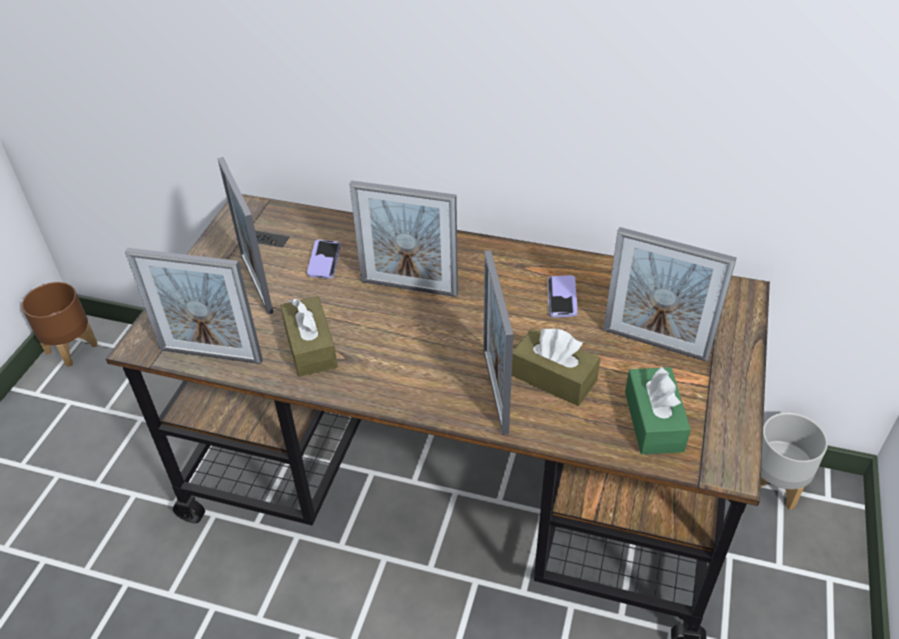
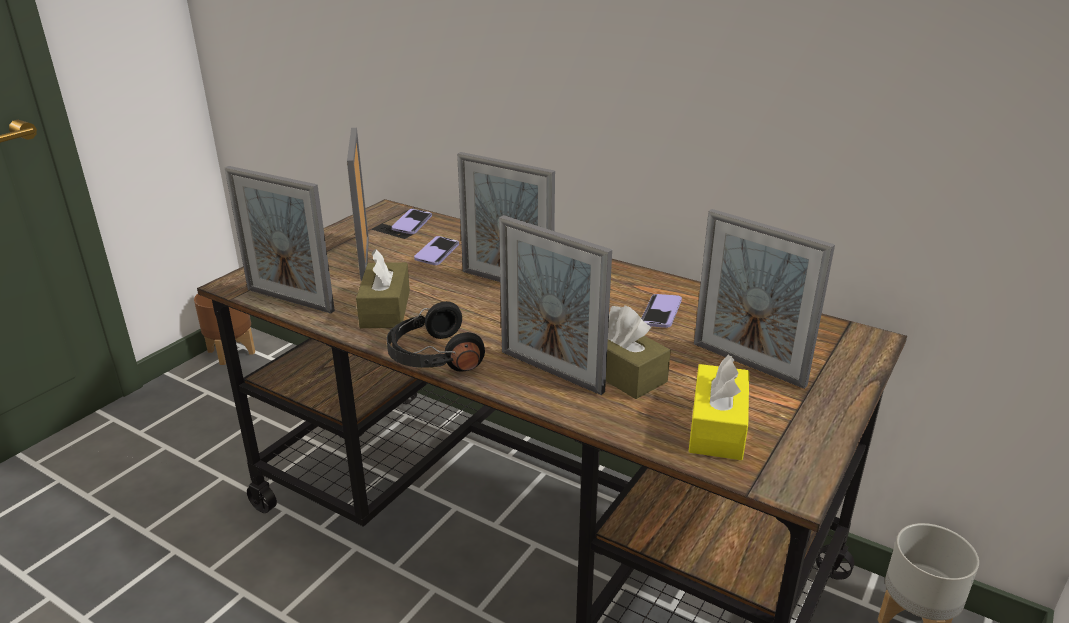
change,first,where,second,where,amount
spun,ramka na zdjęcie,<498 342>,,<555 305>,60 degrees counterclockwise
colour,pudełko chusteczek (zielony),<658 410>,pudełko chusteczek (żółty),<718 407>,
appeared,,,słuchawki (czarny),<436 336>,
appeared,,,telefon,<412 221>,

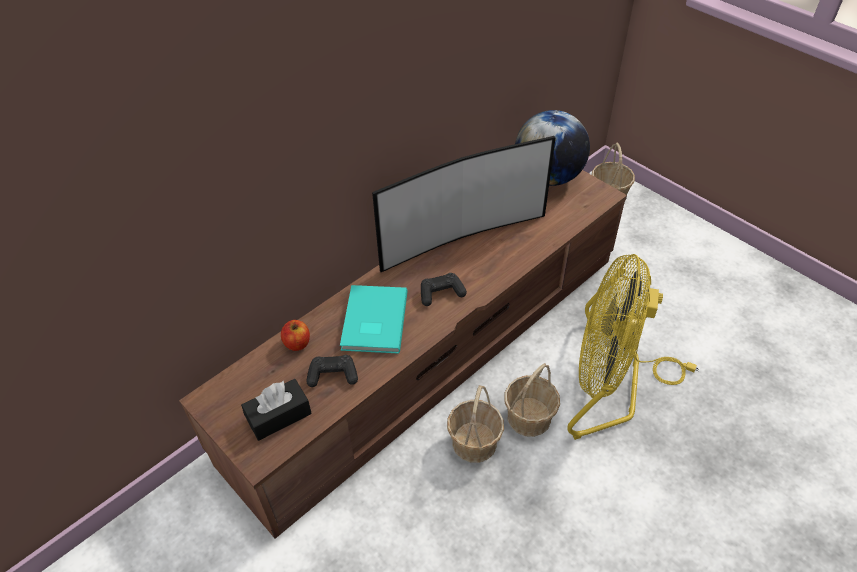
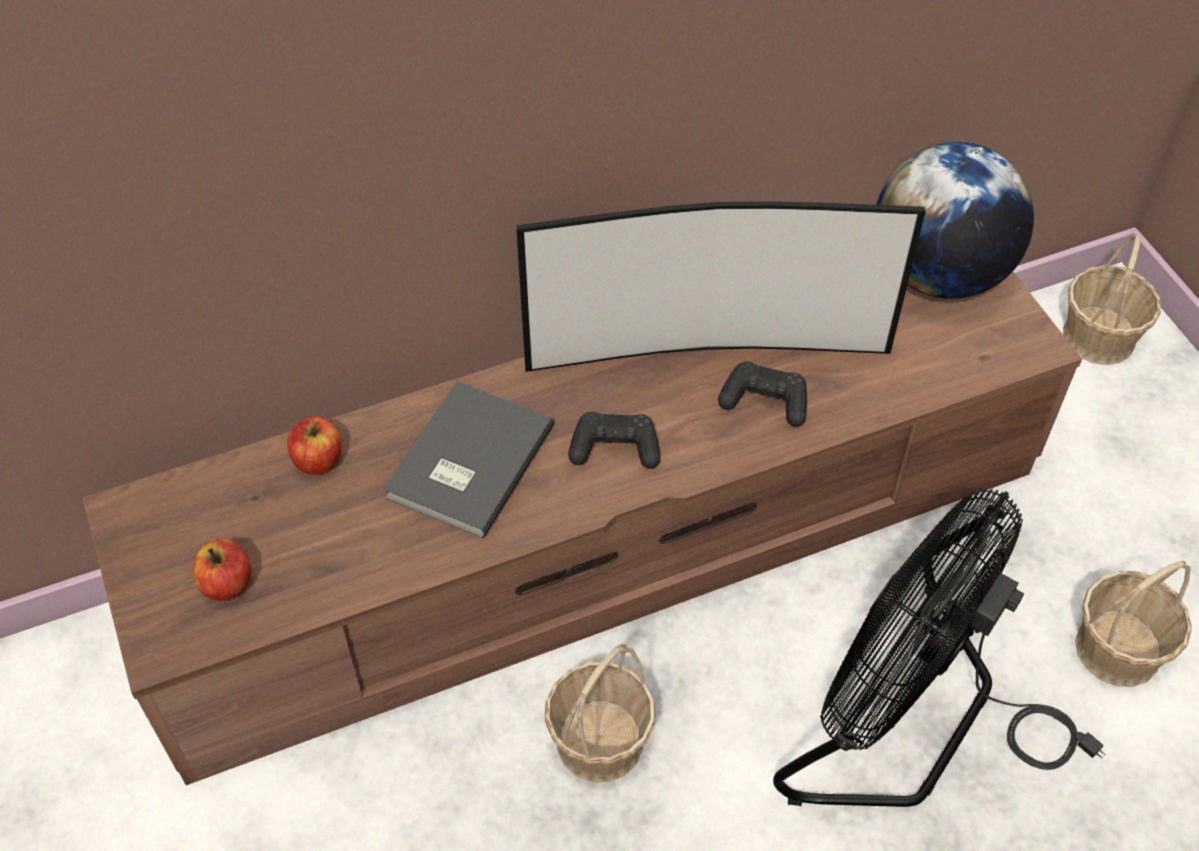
change,first,where,second,where,amount
exchanged,pudełko chusteczek (czarny),<276 410>,jabłko,<222 570>,
relocated,pad do gier (czarny),<332 371>,,<762 394>,
colour,książka (turkusowy),<374 319>,książka (szary),<468 460>,
relocated,koszyk,<532 400>,,<1133 624>,
colour,wentylator (żółty),<633 347>,wentylator (czarny),<939 647>,

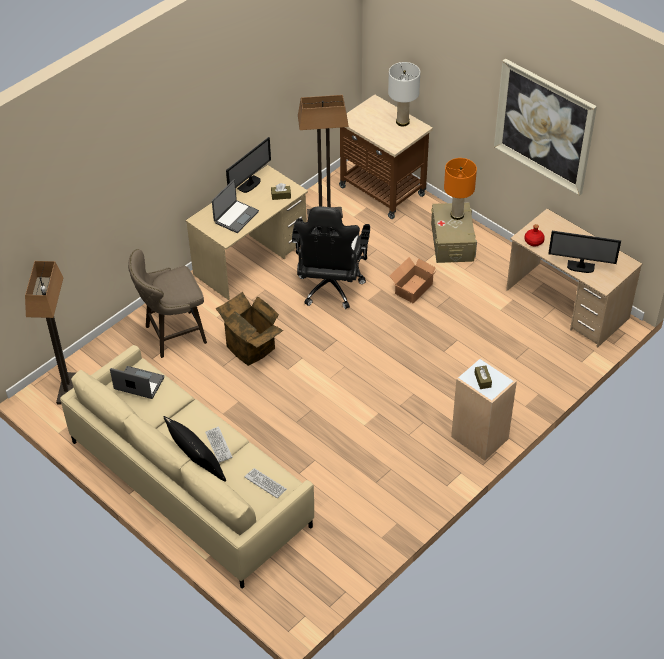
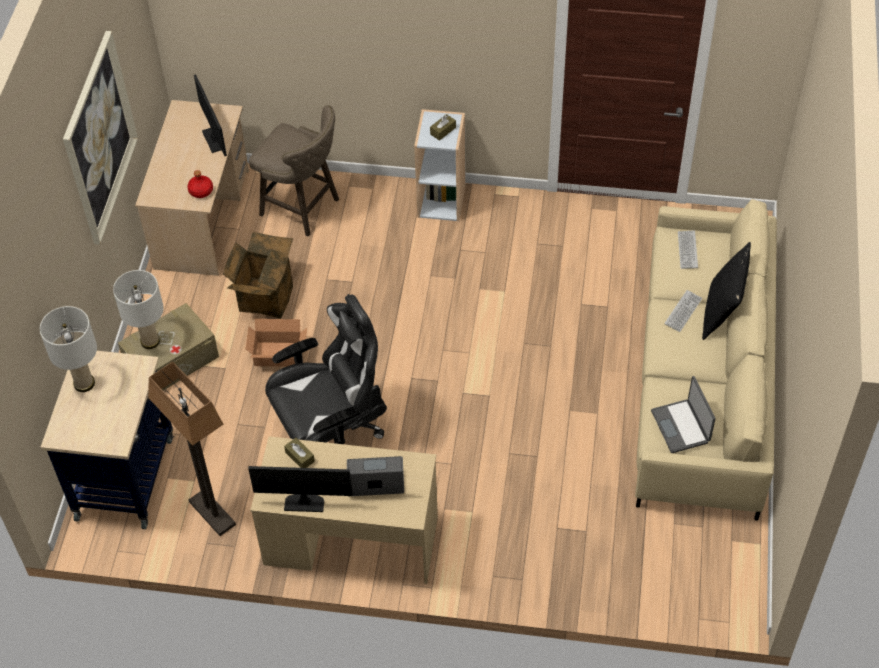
change,first,where,second,where,amount
missing,lampa stojąca,<50 333>,,,
relocated,stołek (beżowy),<167 303>,,<294 171>,
relocated,karton,<249 329>,,<258 275>,
colour,wózek (brązowy),<386 156>,wózek (niebieski),<107 440>,
colour,lampa stołowa (pomarańczowy),<460 189>,lampa stołowa (biały),<138 309>,

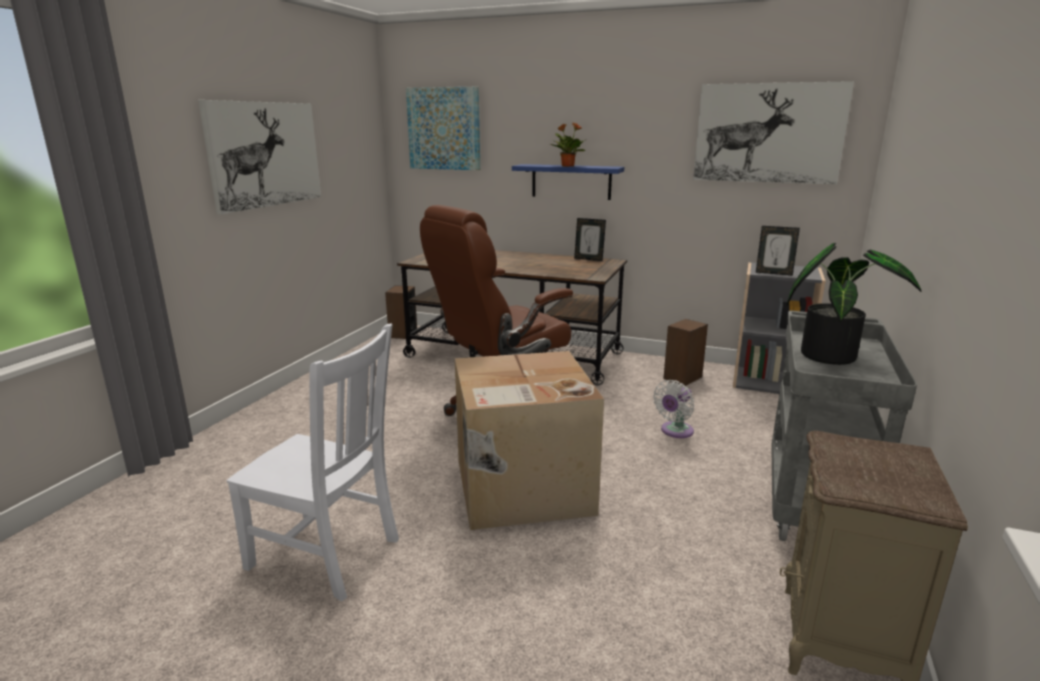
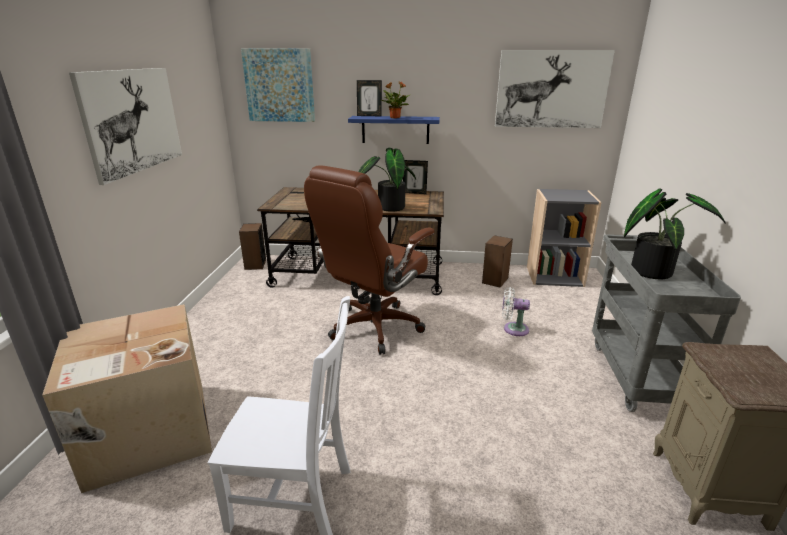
change,first,where,second,where,amount
relocated,karton,<529 440>,,<127 398>,
spun,wentylator (biały),<673 409>,,<516 311>,75 degrees clockwise
relocated,ramka na zdjęcie,<778 251>,,<369 98>,
appeared,,,roślina doniczkowa,<387 180>,

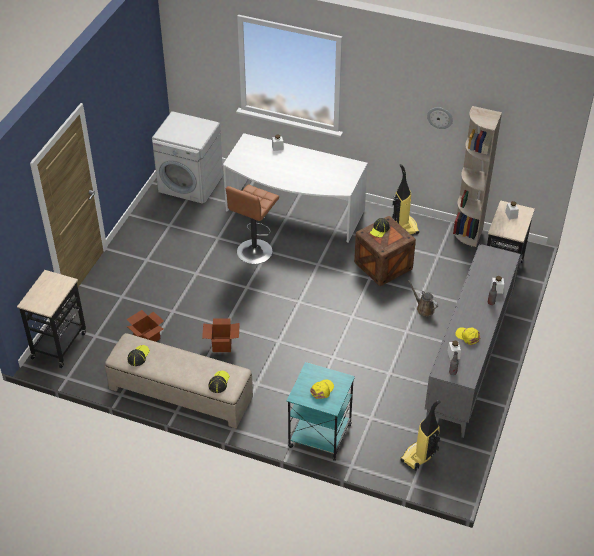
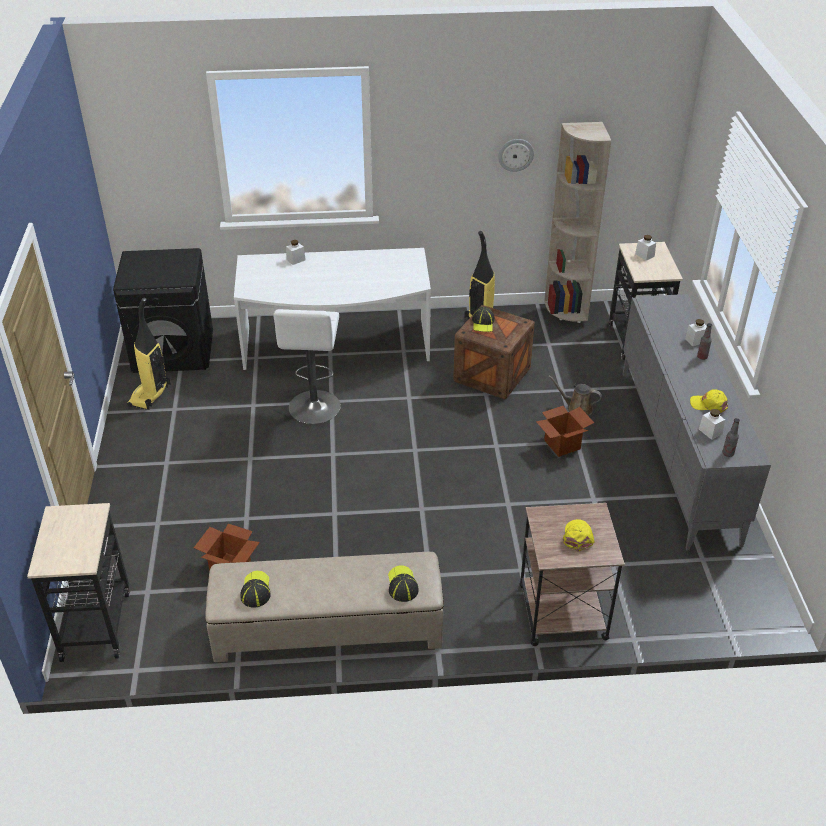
change,first,where,second,where,amount
colour,pralka (biały),<187 157>,pralka (czarny),<163 310>,
relocated,karton,<221 335>,,<565 431>,
colour,stołek (brązowy),<252 224>,stołek (biały),<307 366>,
colour,wózek (turkusowy),<321 411>,wózek (brązowy),<572 574>,
relocated,odkurzacz,<420 435>,,<149 354>,

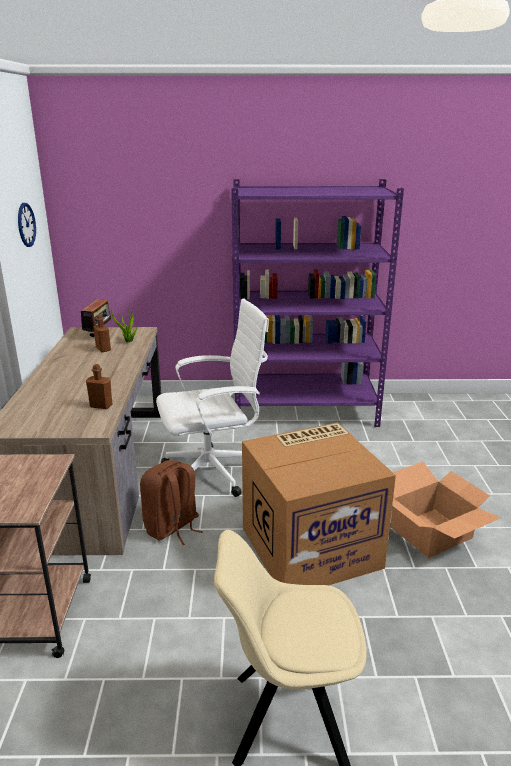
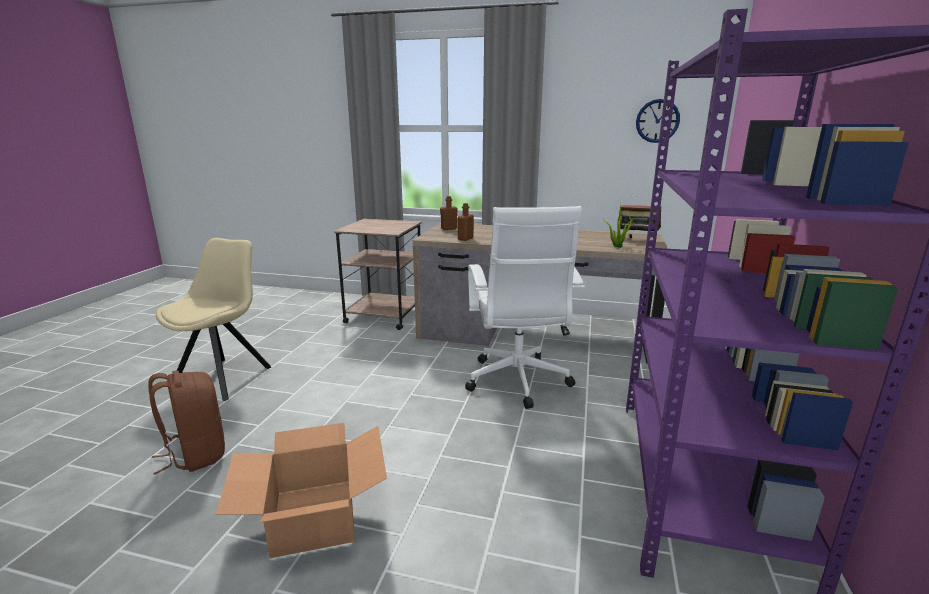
change,first,where,second,where,amount
relocated,butelka (brązowy),<102 333>,,<449 213>,
relocated,plecak (brązowy),<171 502>,,<186 422>,
missing,karton,<319 503>,,,

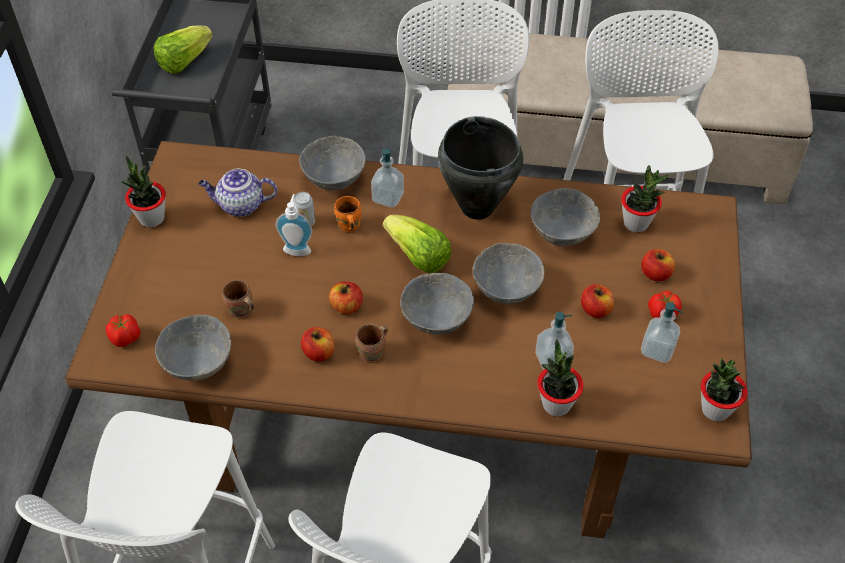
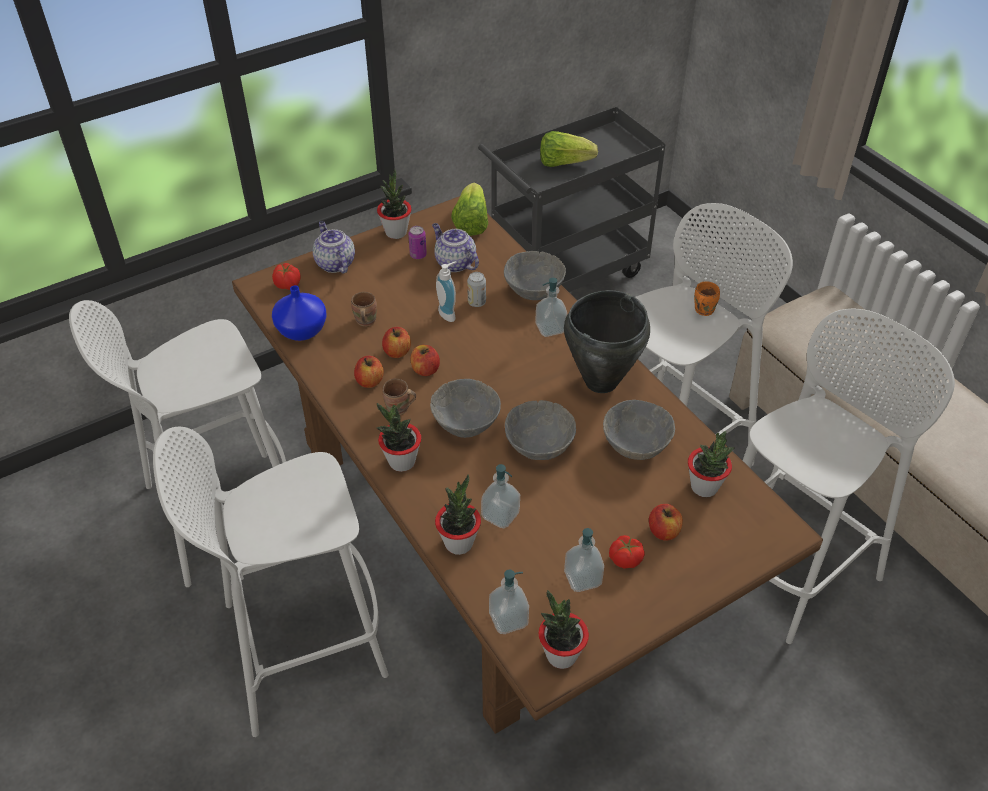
change,first,where,second,where,amount
exchanged,miska (szary),<193 348>,wazon (niebieski),<299 313>,
relocated,kubek (pomarańczowy),<348 214>,,<707 298>,
relocated,sałata,<417 244>,,<469 209>,
relocated,jabłko,<597 301>,,<396 342>,
appeared,,,imbryk,<334 247>,
appeared,,,roślina doniczkowa,<398 437>,
appeared,,,puszka,<417 242>,
appeared,,,dozownik mydła,<509 602>,

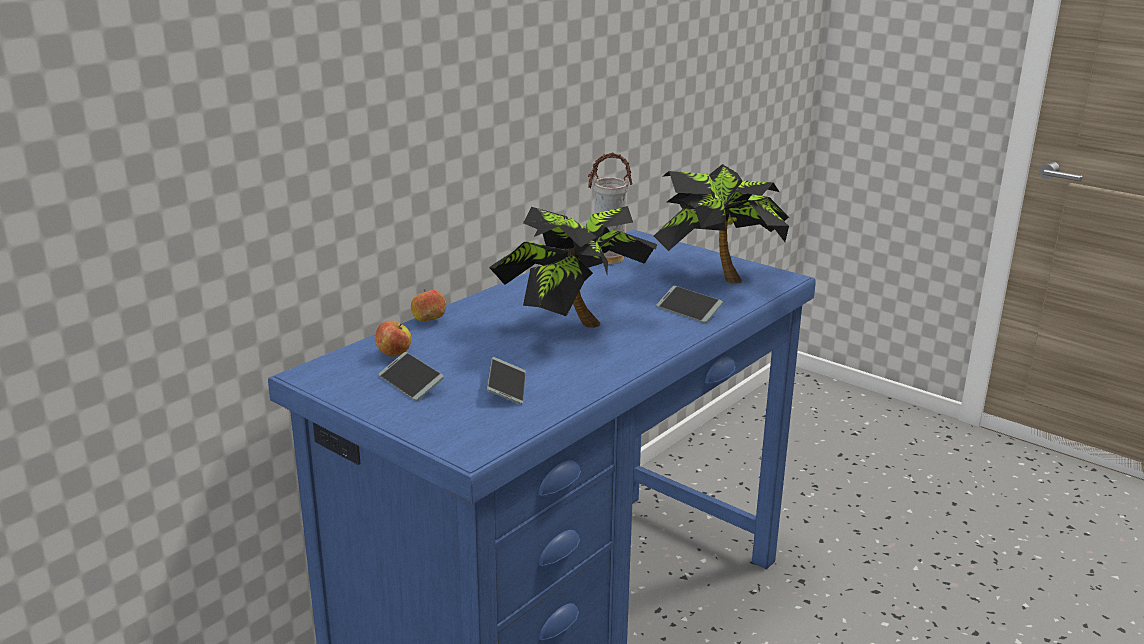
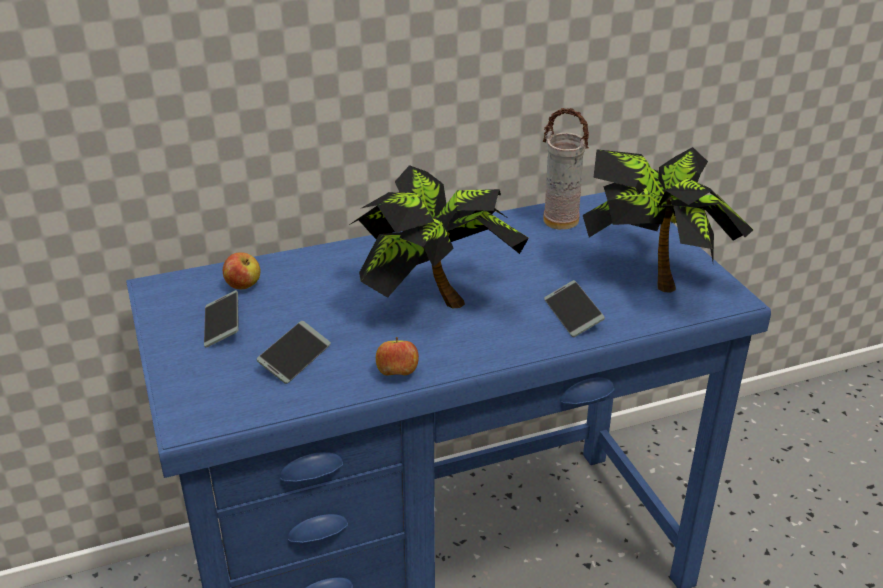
change,first,where,second,where,amount
relocated,jabłko,<428 305>,,<397 356>,

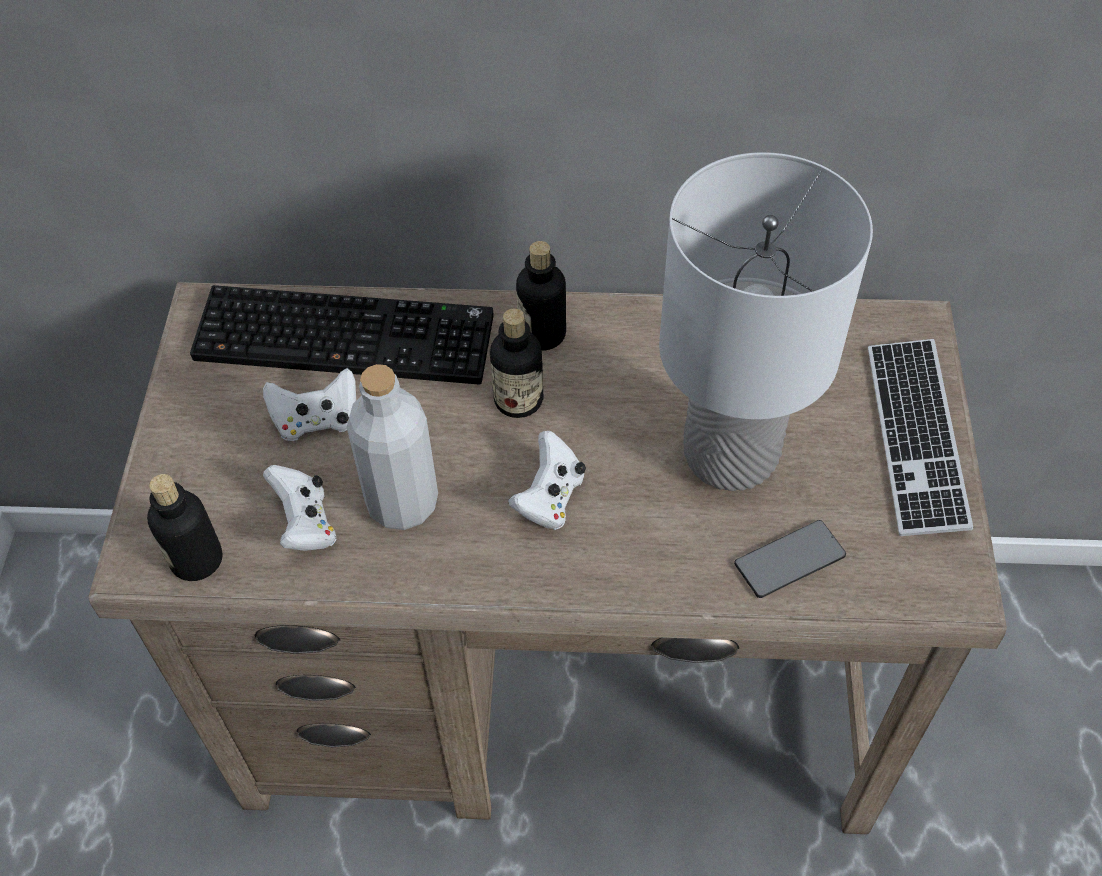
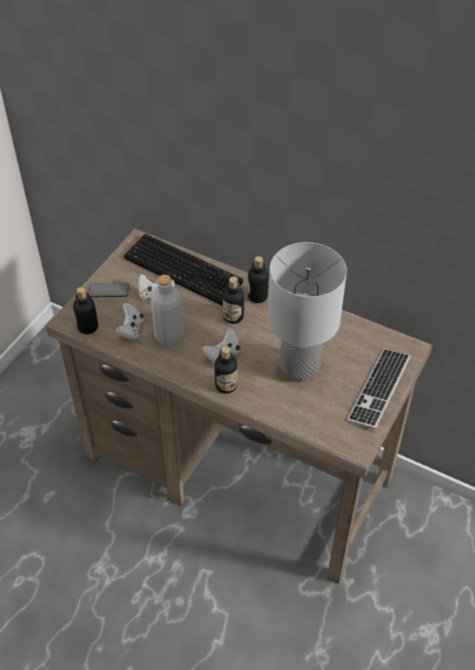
change,first,where,second,where,amount
relocated,telefon,<790 559>,,<109 290>,
appeared,,,butelka,<226 370>,

